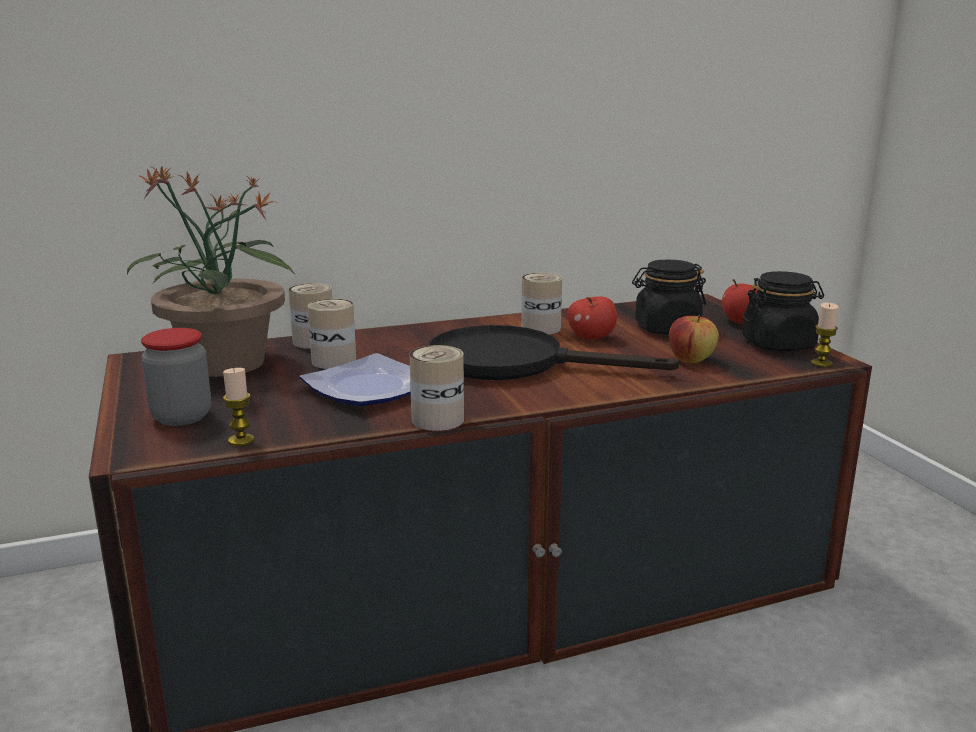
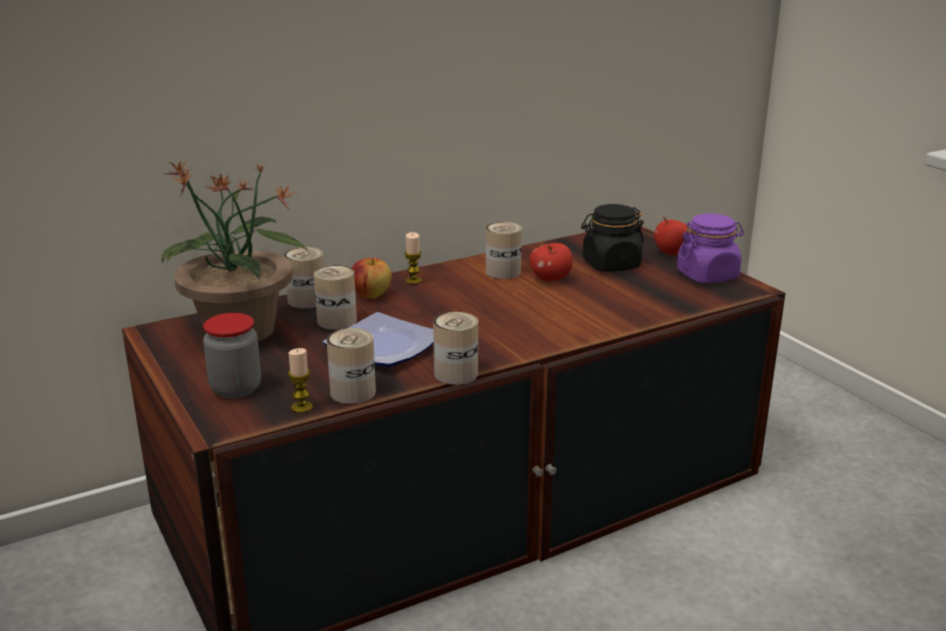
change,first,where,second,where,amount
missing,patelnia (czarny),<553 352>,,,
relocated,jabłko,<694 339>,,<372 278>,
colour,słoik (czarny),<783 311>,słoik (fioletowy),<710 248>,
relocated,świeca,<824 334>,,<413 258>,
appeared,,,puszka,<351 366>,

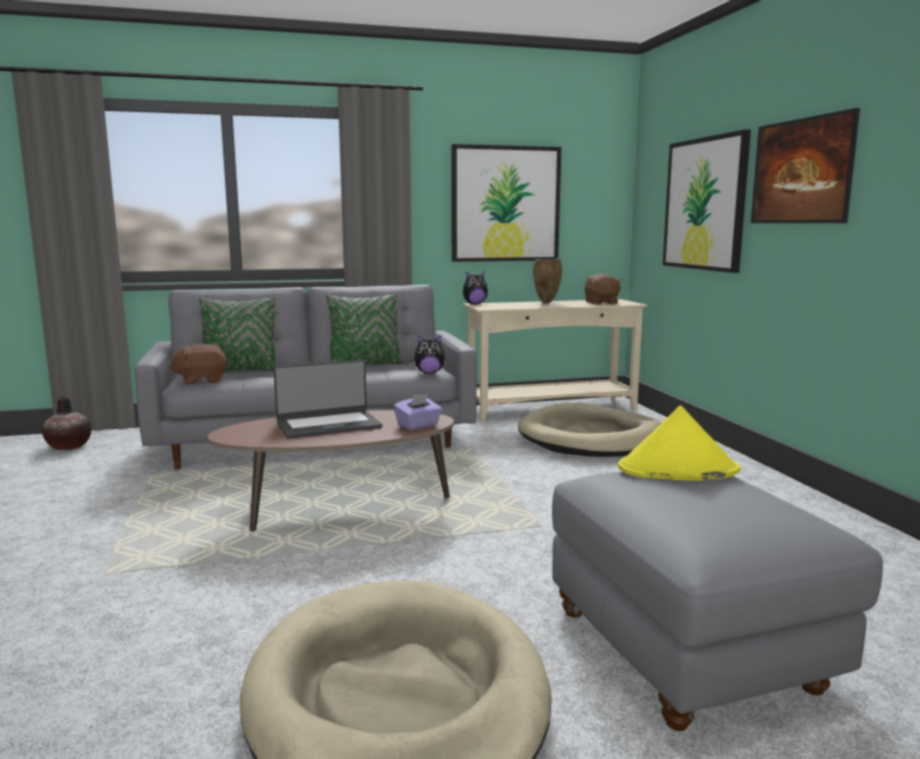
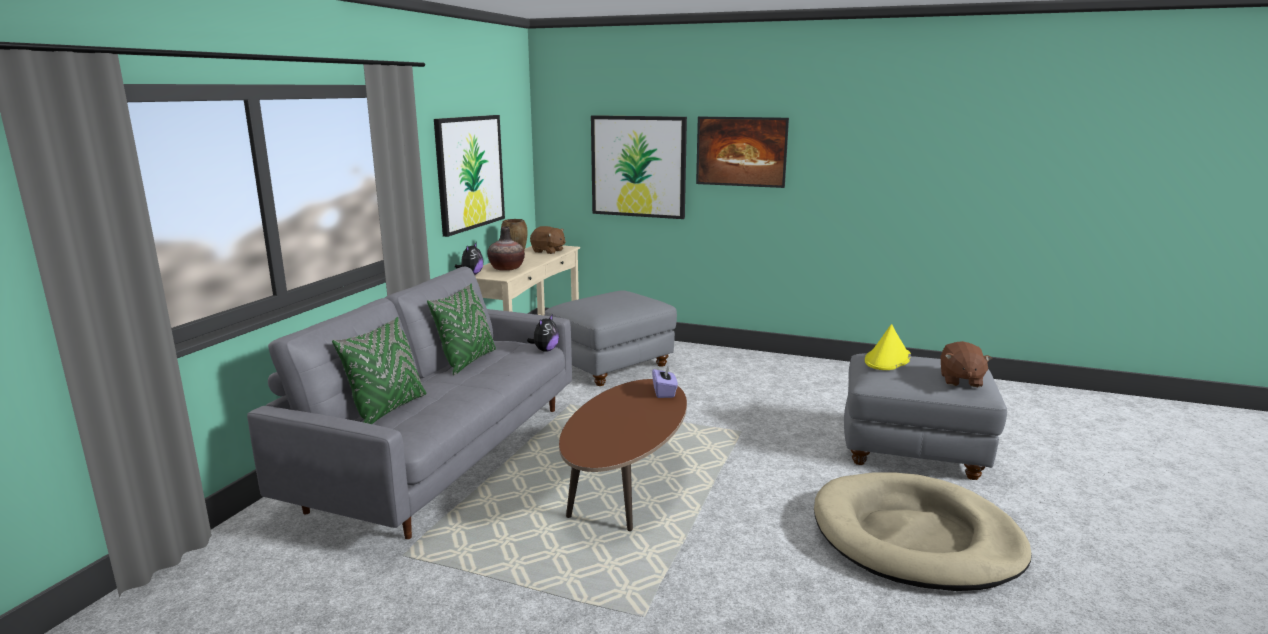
change,first,where,second,where,amount
relocated,wazon,<67 423>,,<506 249>,
relocated,pluszak (brązowy),<198 364>,,<966 364>,
missing,laptop,<327 399>,,,
exchanged,legowisko (beżowy),<590 429>,pufa (szary),<611 338>,

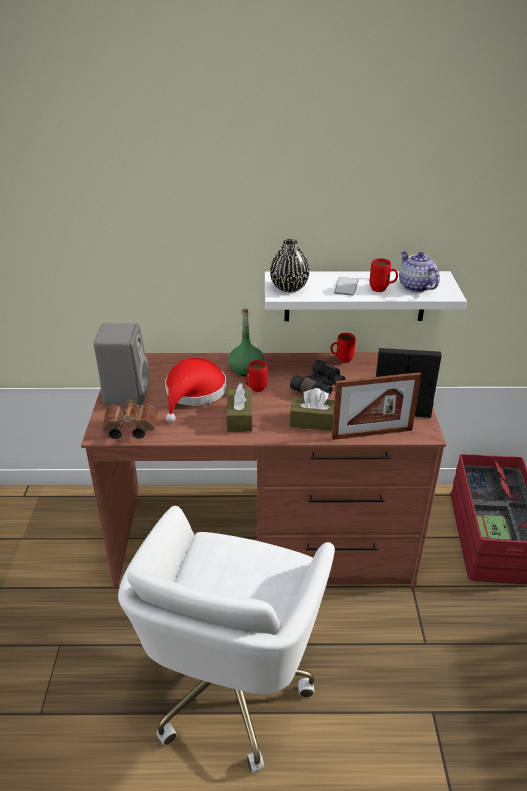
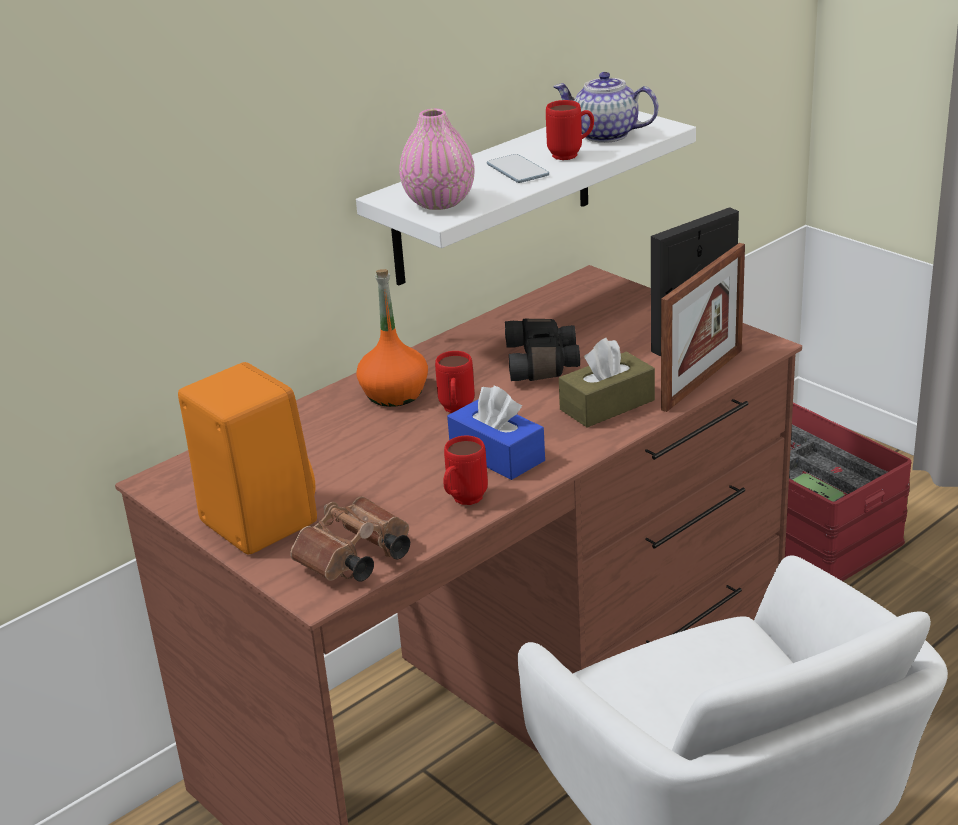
change,first,where,second,where,amount
colour,głośnik (szary),<121 364>,głośnik (pomarańczowy),<247 458>,
missing,kapelusz (czerwony),<196 390>,,,
colour,pudełko chusteczek (brązowy),<239 407>,pudełko chusteczek (niebieski),<496 433>,
colour,butelka (zielony),<246 342>,butelka (pomarańczowy),<392 338>,
colour,wazon (czarny),<289 265>,wazon (różowy),<437 159>,
relocated,kubek (czerwony),<342 348>,,<465 470>,

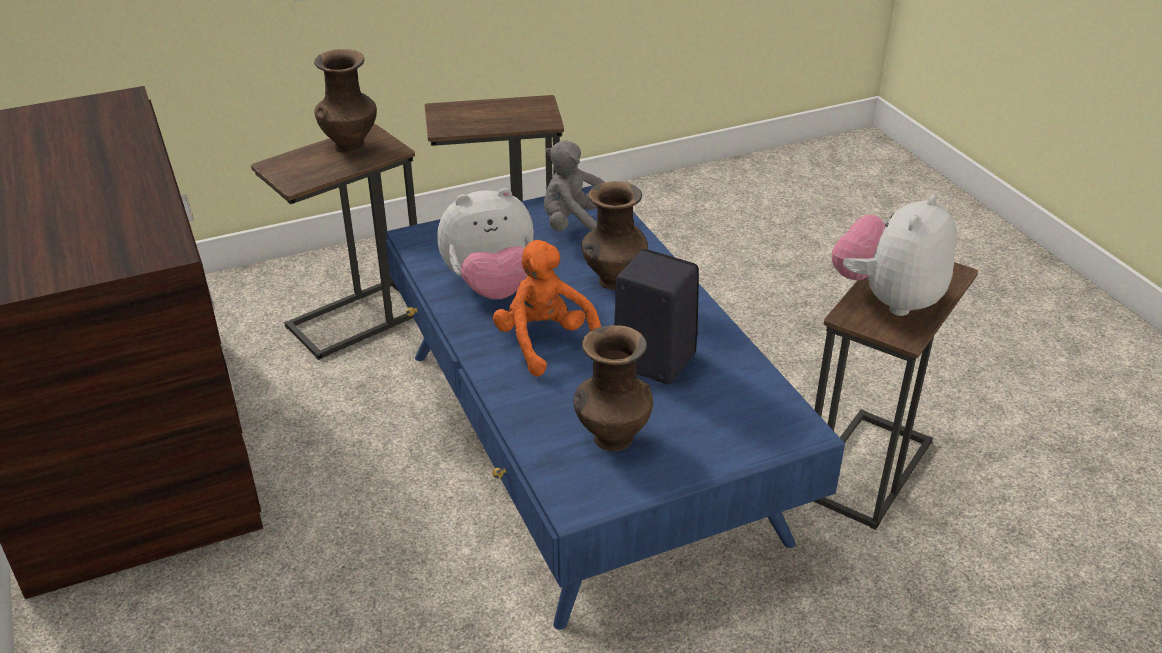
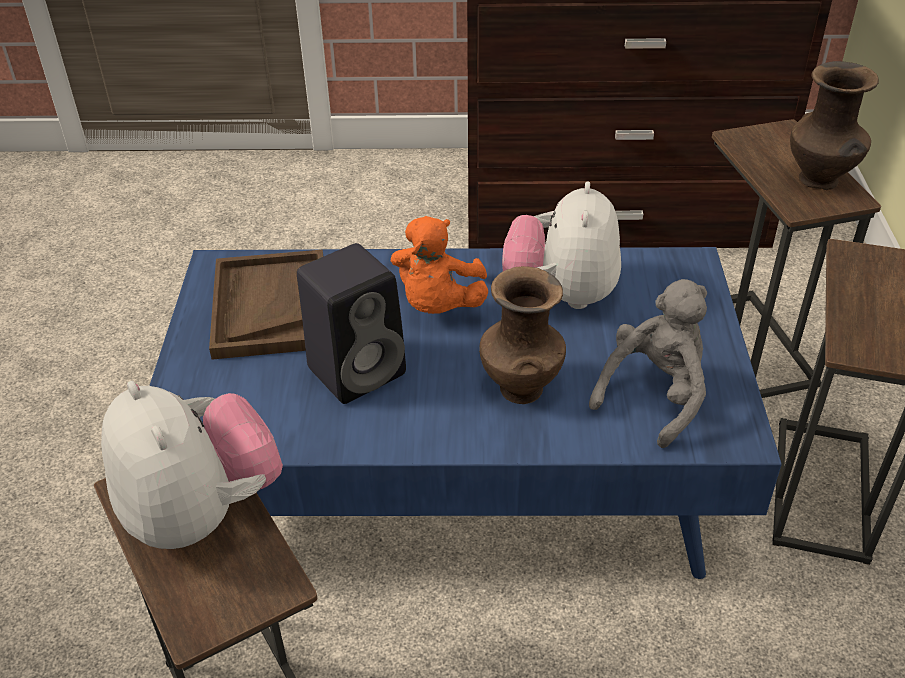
change,first,where,second,where,amount
spun,pluszak (pomarańczowy),<547 308>,,<439 265>,105 degrees clockwise
exchanged,wazon (brązowy),<613 388>,taca (brązowy),<266 304>,

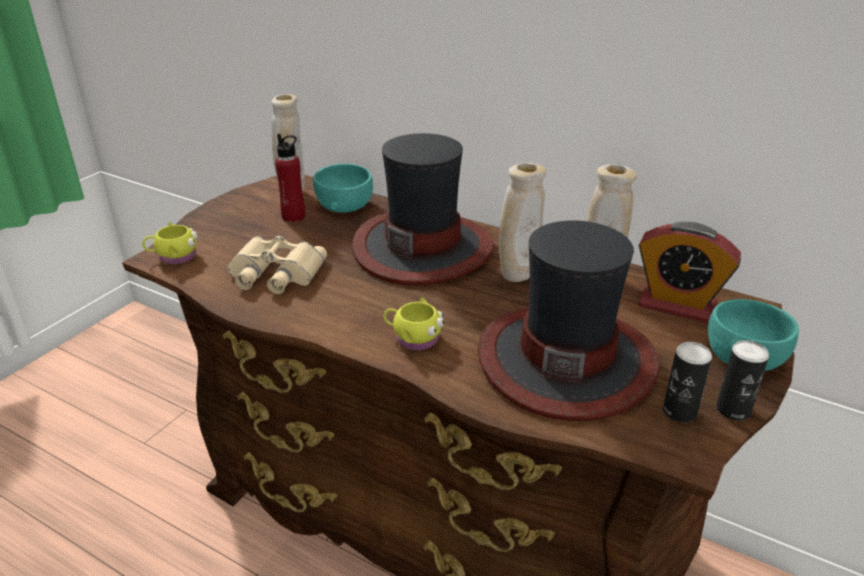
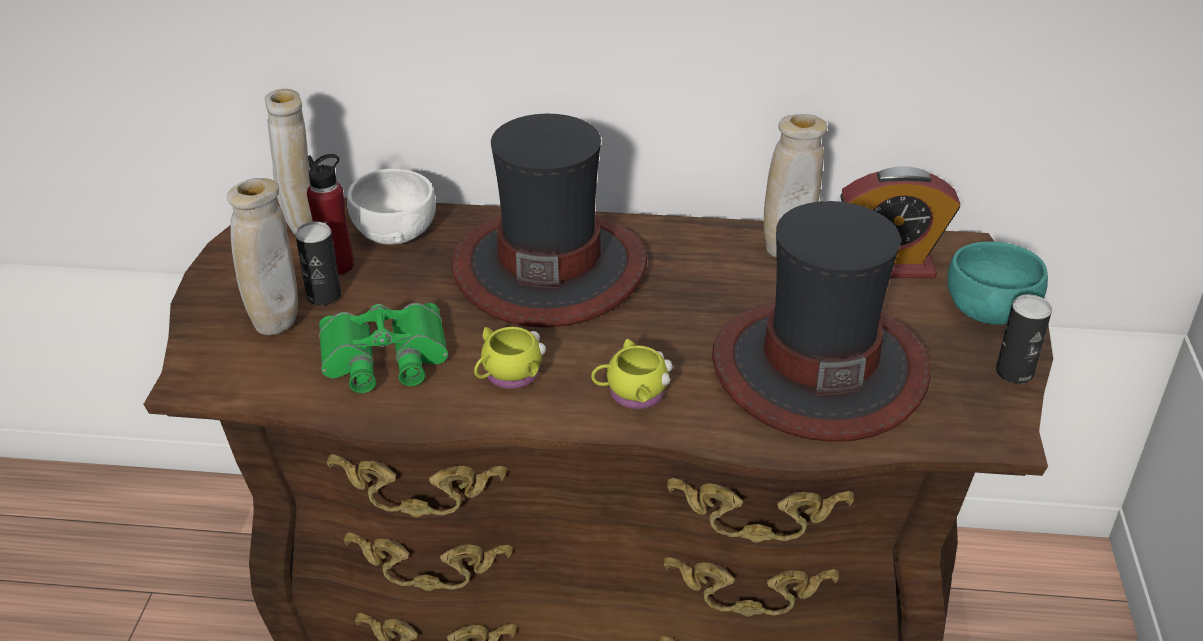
change,first,where,second,where,amount
relocated,kubek (żółty),<170 243>,,<510 358>,
colour,lornetka (beżowy),<277 265>,lornetka (zielony),<383 348>,
colour,miska (turkusowy),<343 188>,miska (biały),<391 207>,
relocated,wazon (beżowy),<523 222>,,<262 256>,
relocated,puszka,<687 382>,,<318 264>,

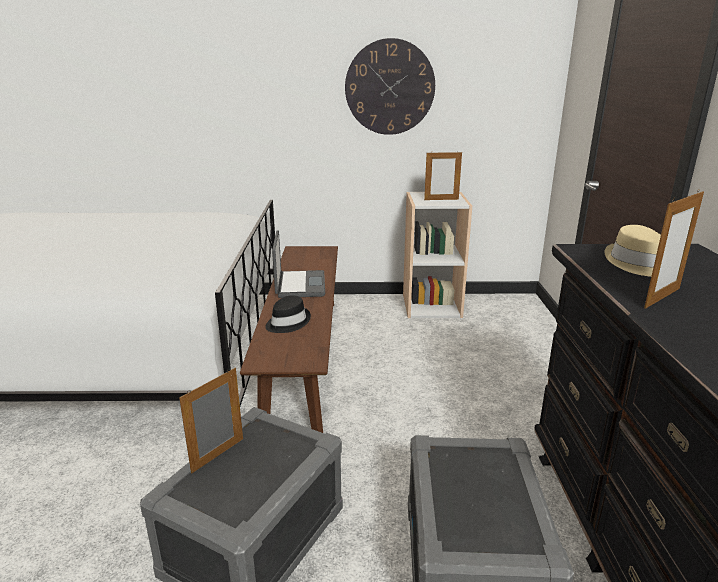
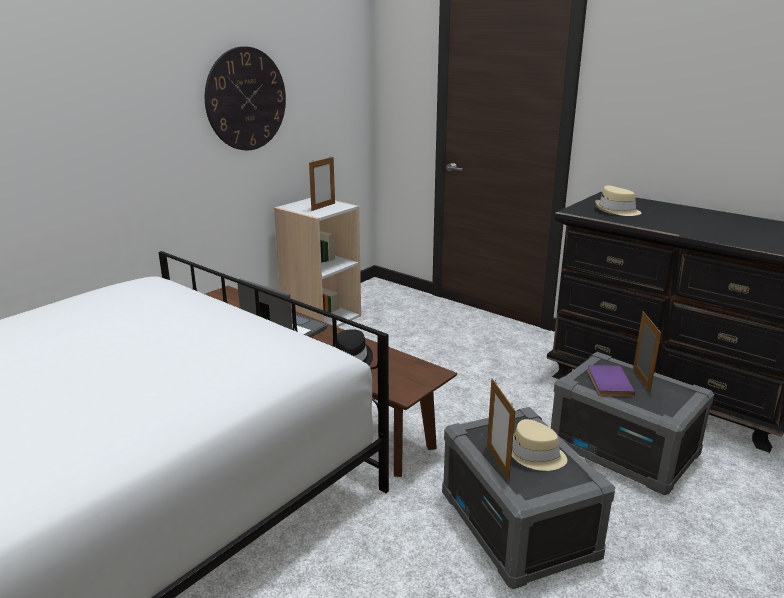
change,first,where,second,where,amount
relocated,ramka na zdjęcie,<674 249>,,<647 352>,
appeared,,,kapelusz (beżowy),<539 445>,
appeared,,,książka (fioletowy),<611 381>,

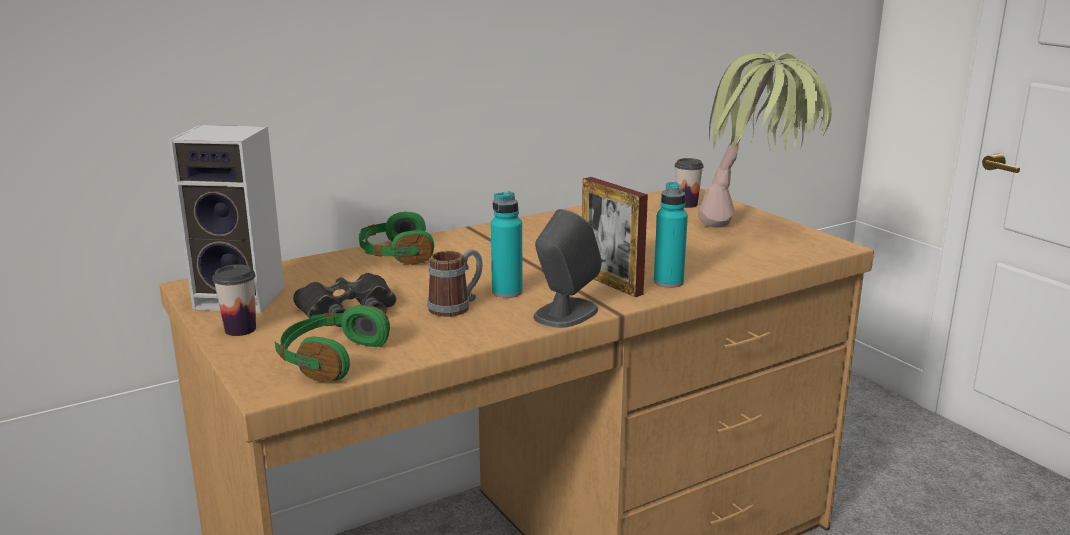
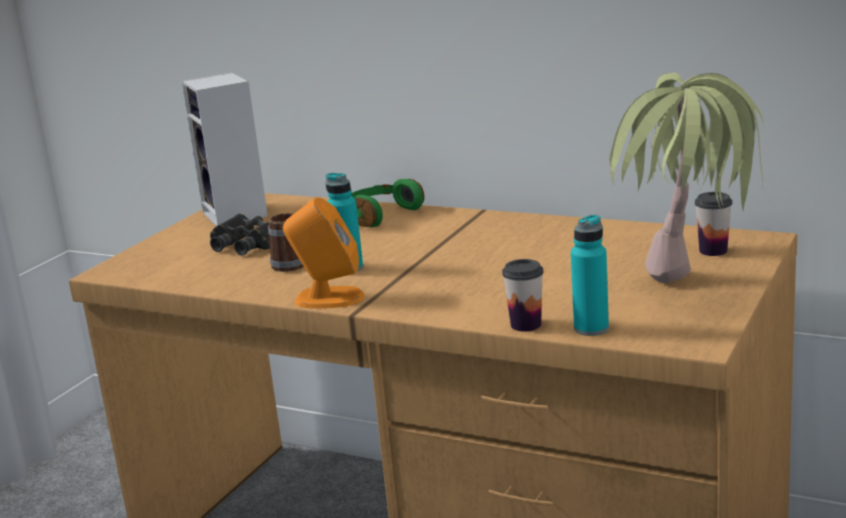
change,first,where,second,where,amount
relocated,filiżanka,<234 300>,,<523 295>,
missing,słuchawki (zielony),<332 343>,,,
colour,głośnik (szary),<568 268>,głośnik (pomarańczowy),<323 252>,
missing,ramka na zdjęcie,<615 237>,,,
relocated,butelka (turkusowy),<671 235>,,<590 275>,

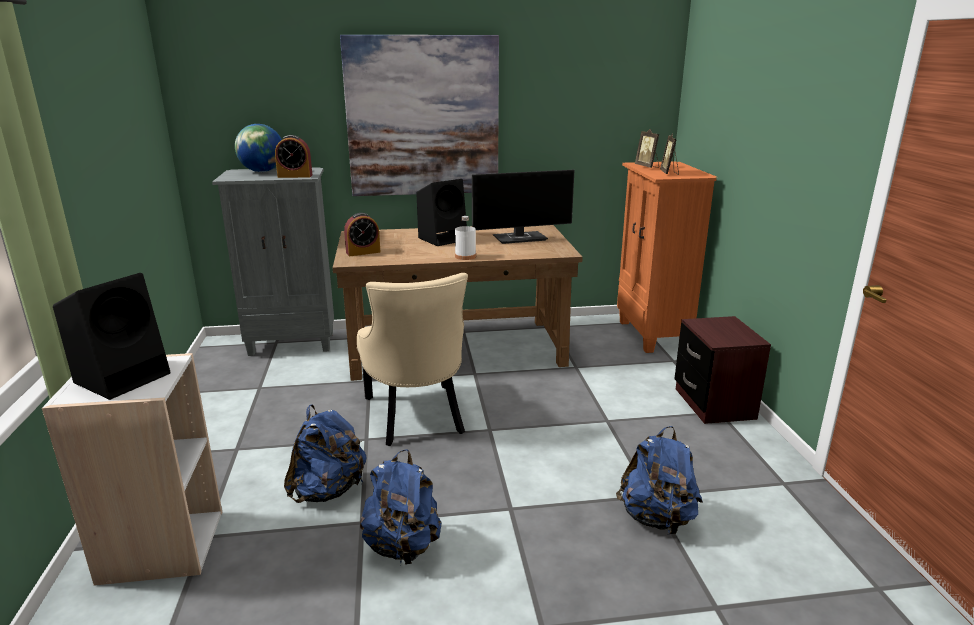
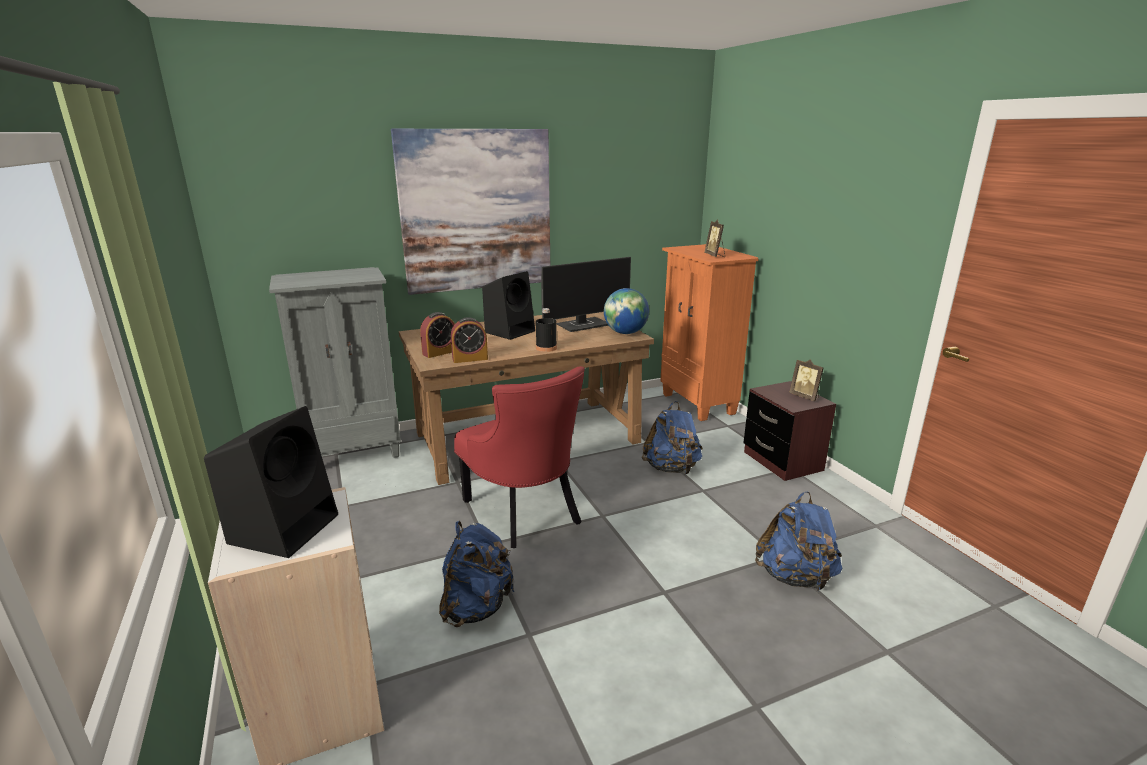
change,first,where,second,where,amount
relocated,globus,<258 148>,,<626 311>,
relocated,budzik,<293 156>,,<469 340>,
colour,krzesło (beżowy),<412 359>,krzesło (czerwony),<519 457>,
relocated,plecak (niebieski),<400 507>,,<672 437>,
colour,butelka (biały),<465 238>,butelka (czarny),<546 330>,
relocated,ramka na zdjęcie,<647 148>,,<806 380>,

